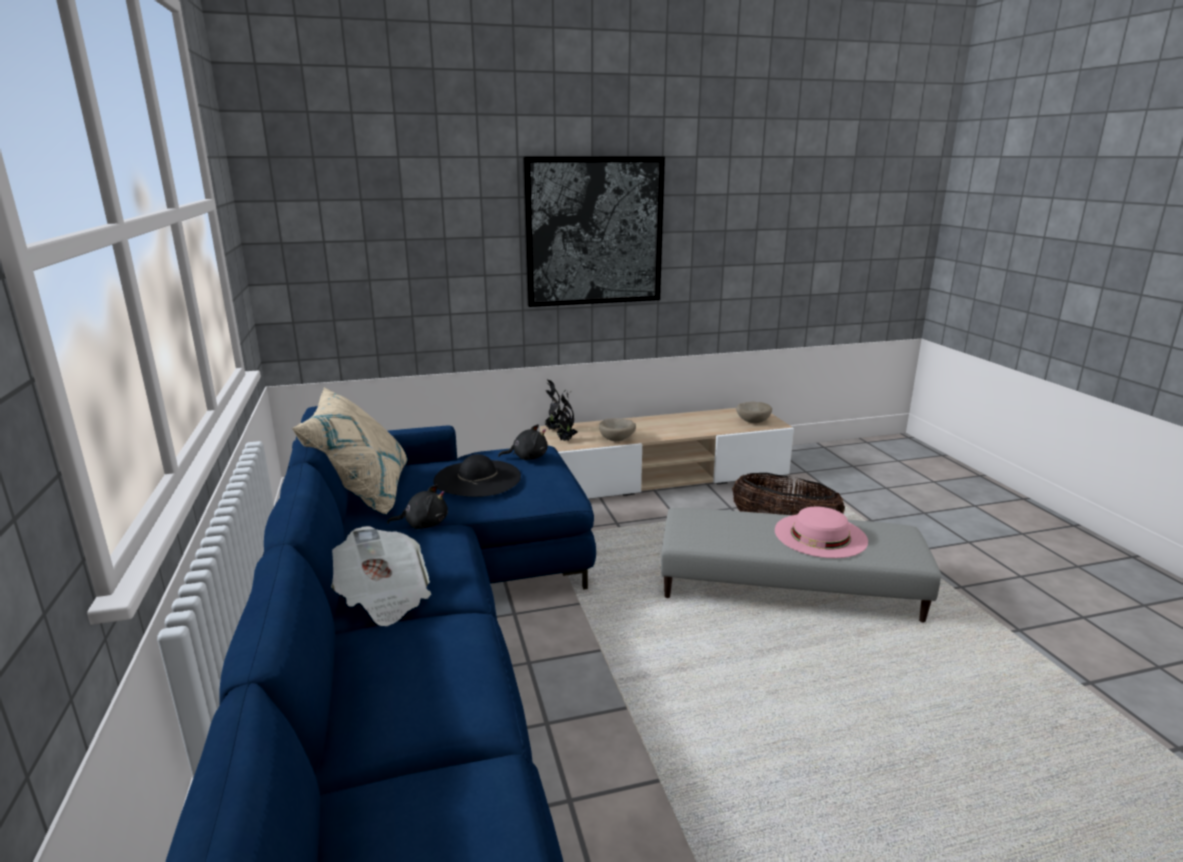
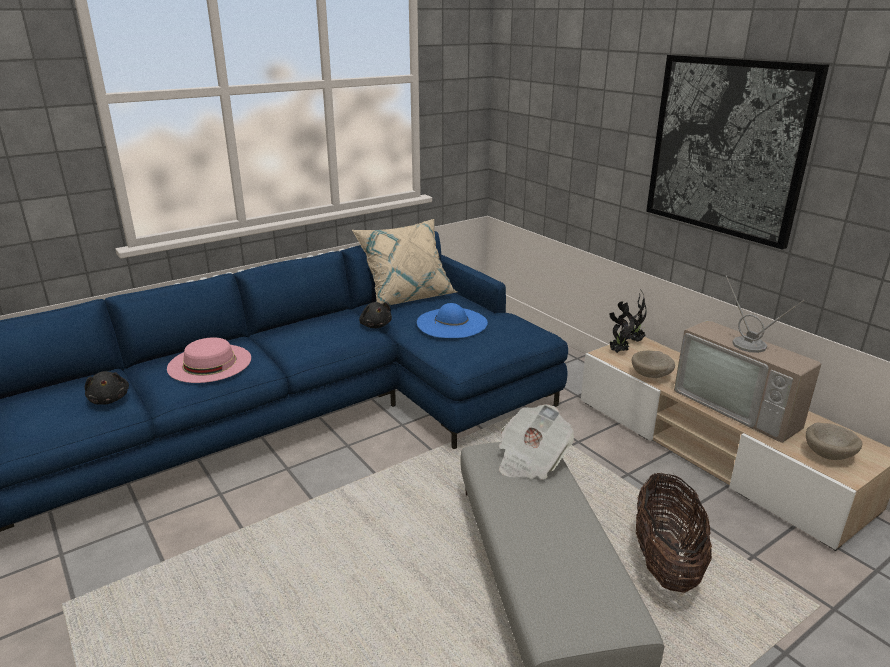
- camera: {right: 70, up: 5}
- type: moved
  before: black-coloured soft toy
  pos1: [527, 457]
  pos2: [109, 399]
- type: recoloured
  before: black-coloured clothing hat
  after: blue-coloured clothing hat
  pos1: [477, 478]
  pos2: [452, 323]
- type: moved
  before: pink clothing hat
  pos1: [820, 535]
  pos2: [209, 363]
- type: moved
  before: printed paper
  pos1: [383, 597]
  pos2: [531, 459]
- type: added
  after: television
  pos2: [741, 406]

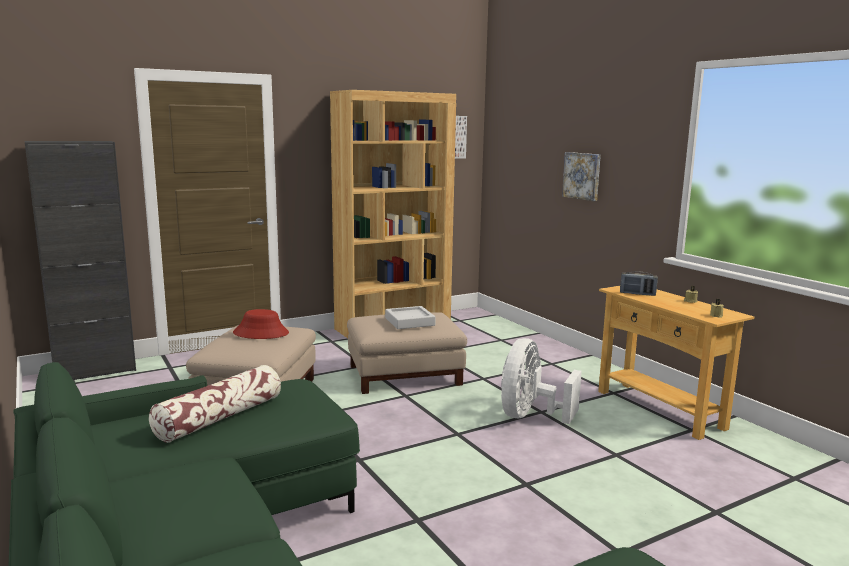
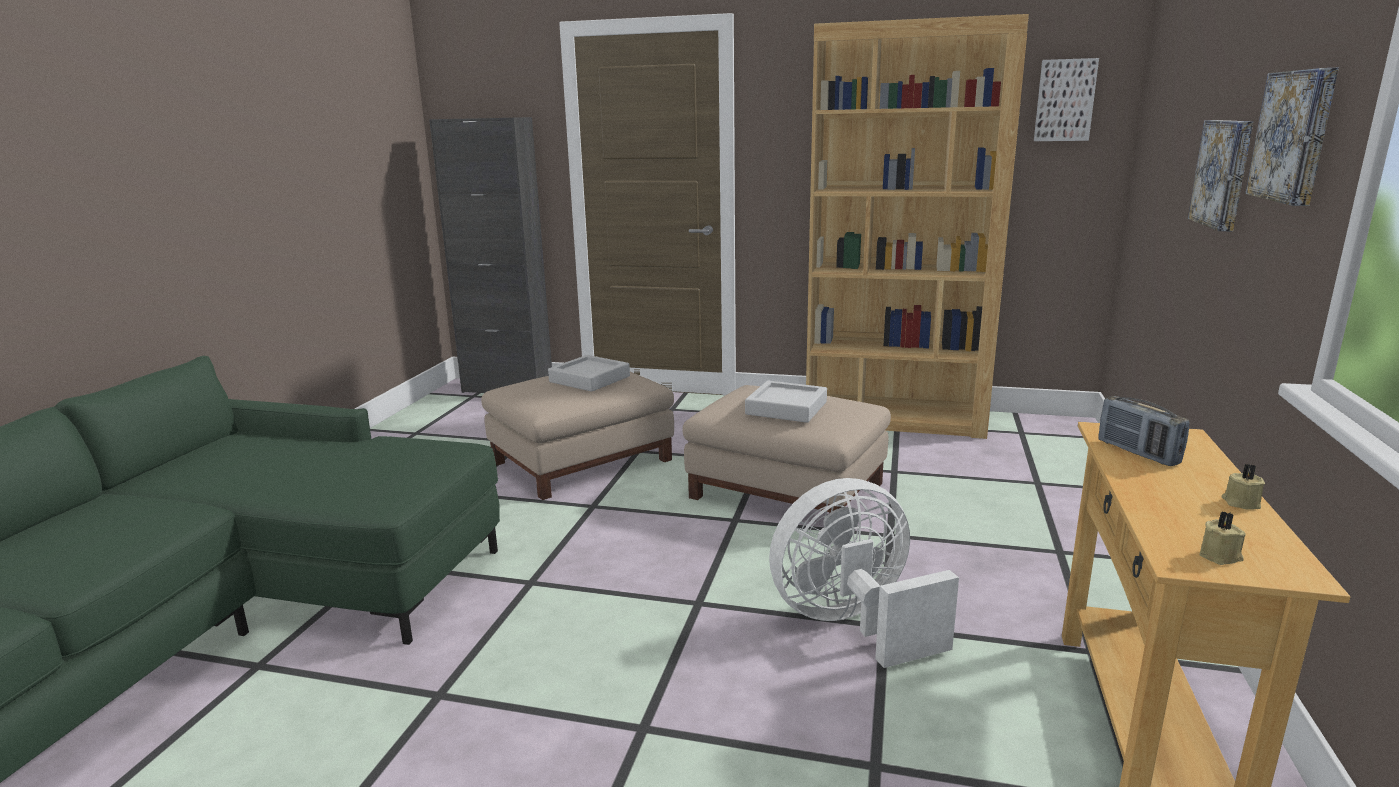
- camera: {right: 45, up: 5}
- type: replaced
  before: reddish clothing hat
  after: gray serving tray
  pos1: [261, 333]
  pos2: [589, 379]
- type: removed
  before: throw pillow
  pos1: [220, 417]
- type: added
  after: wall art
  pos2: [1296, 136]

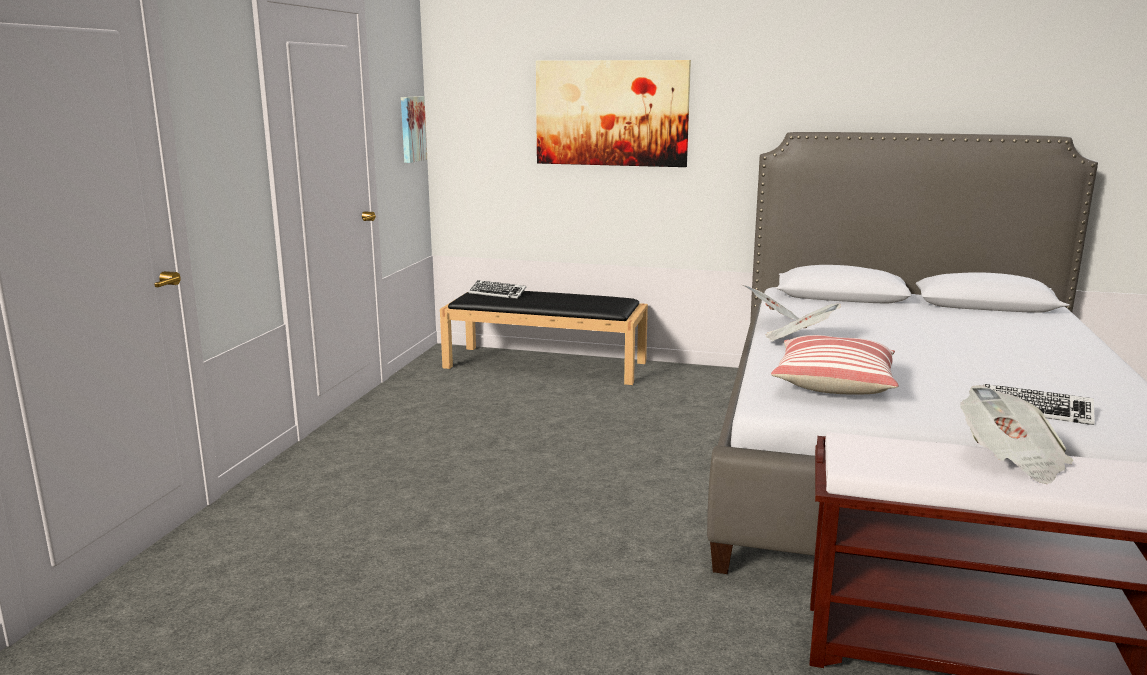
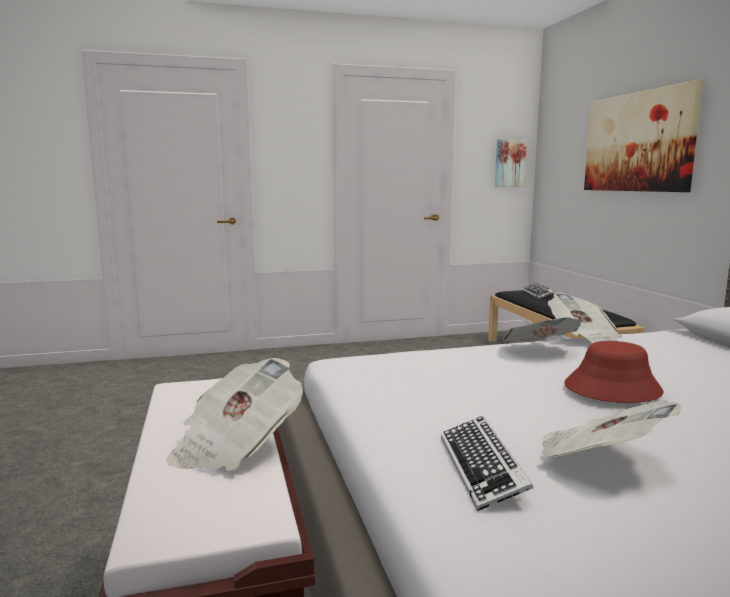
- camera: {right: 60, up: -5}
- type: removed
  before: throw pillow
  pos1: [833, 383]
- type: added
  after: reddish clothing hat
  pos2: [612, 389]
- type: added
  after: printed paper
  pos2: [598, 460]

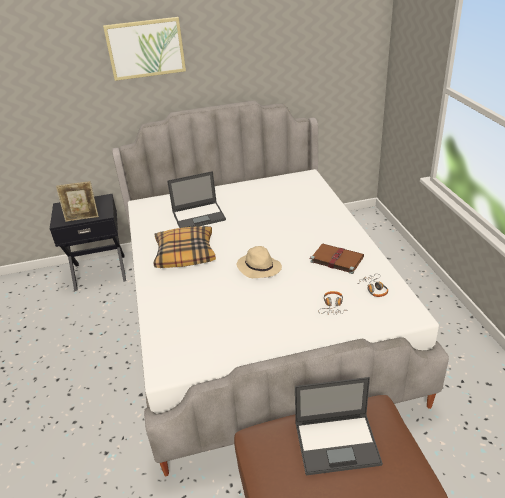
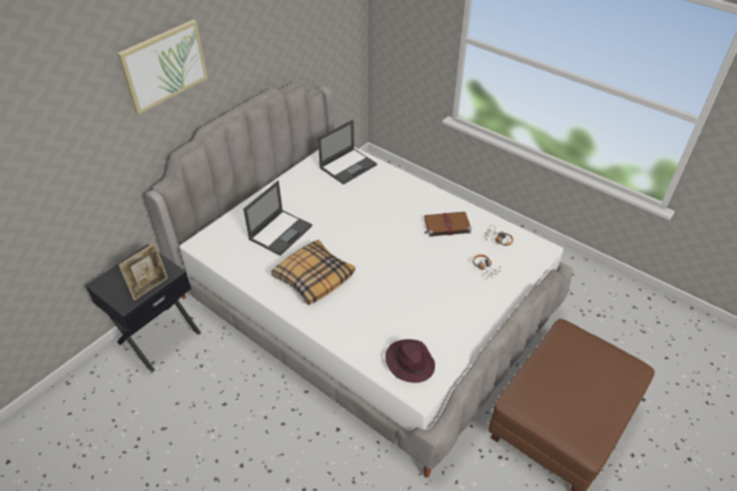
- camera: {right: -40, up: 10}
- type: removed
  before: sand-coloured clothing hat
  pos1: [258, 267]
- type: moved
  before: portable computer
  pos1: [338, 443]
  pos2: [348, 166]
- type: added
  after: purple-coloured clothing hat
  pos2: [409, 362]

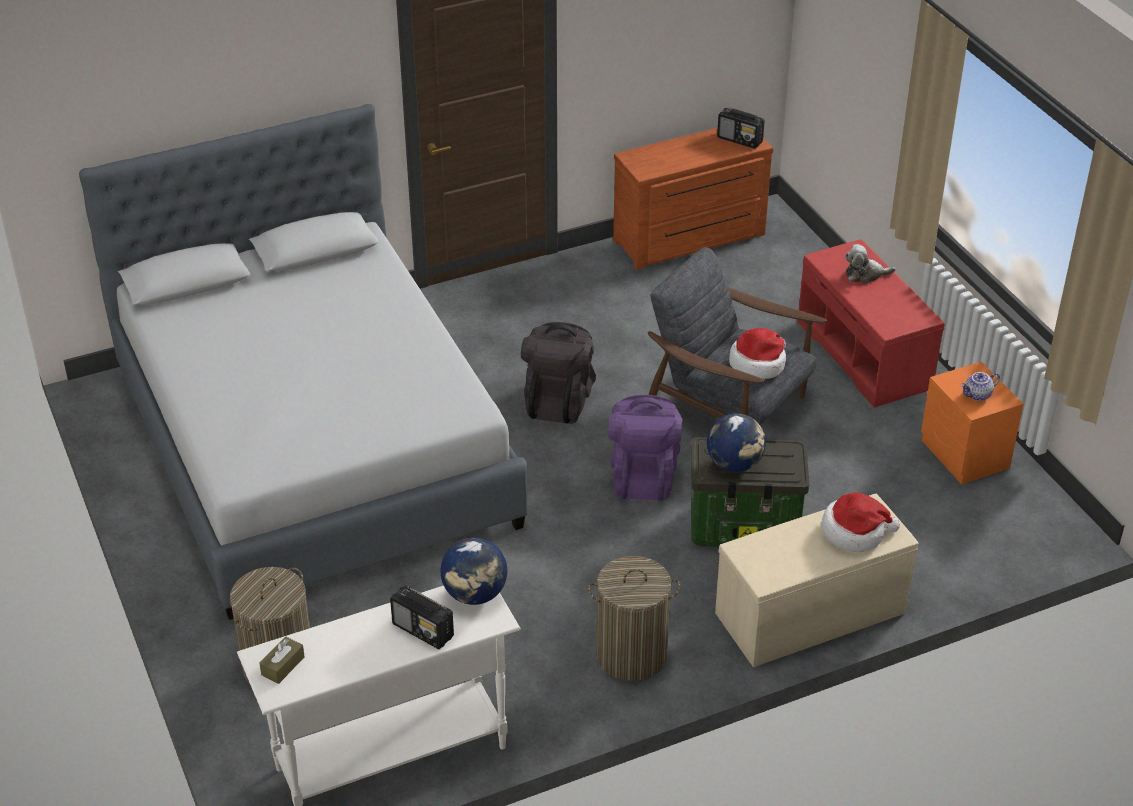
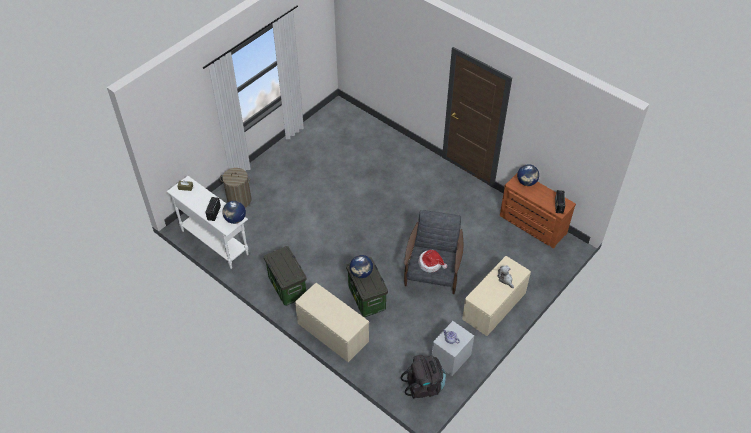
- camera: {right: 65, up: 10}
- type: removed
  before: gray bed
  pos1: [314, 445]
- type: recoloured
  before: reddish long seat
  after: sand-coloured long seat
  pos1: [865, 355]
  pos2: [494, 307]
- type: moved
  before: black-coloured knapsack
  pos1: [558, 401]
  pos2: [424, 386]
- type: recoloured
  before: orangey bedside table
  after: gray bedside table
  pos1: [964, 454]
  pos2: [451, 358]
- type: removed
  before: purple-coloured knapsack
  pos1: [643, 476]
- type: removed
  before: clothing hat
  pos1: [855, 532]
- type: replaced
  before: washing basket
  after: storage container
  pos1: [631, 655]
  pos2: [287, 287]
- type: added
  after: desk globe
  pos2: [526, 182]

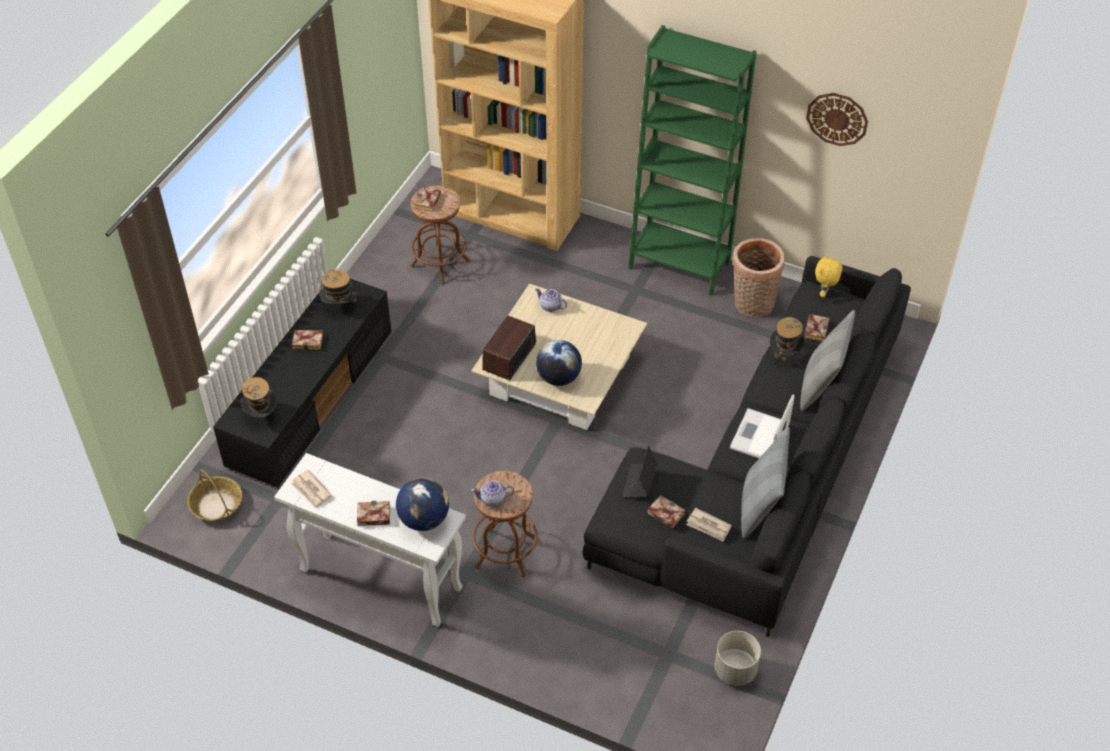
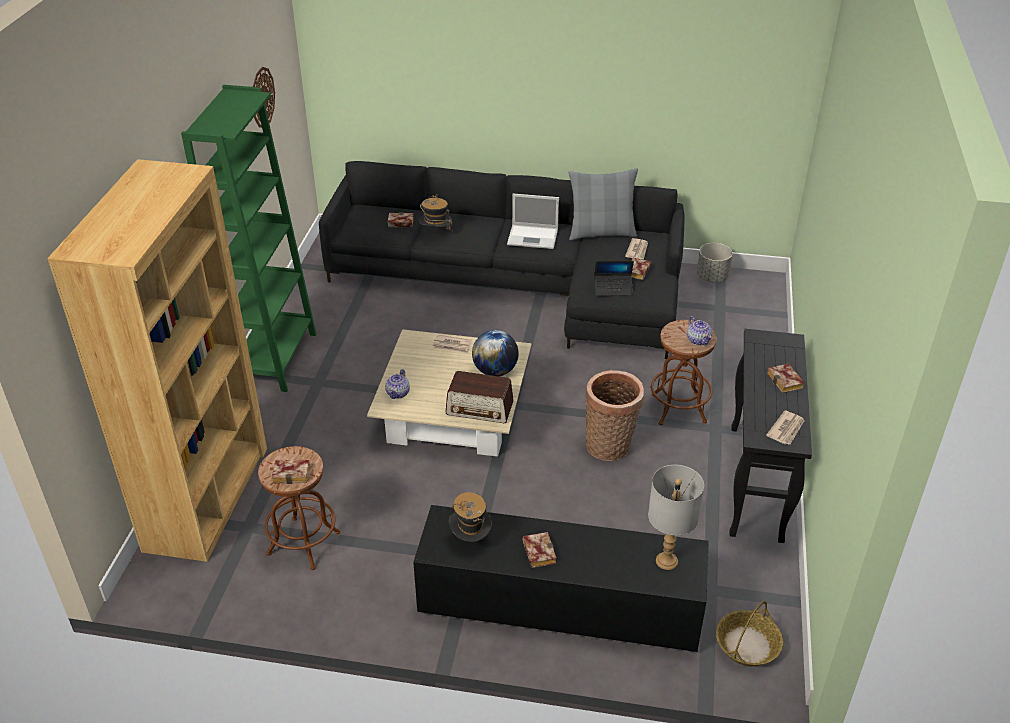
- camera: {right: -105, up: -10}
- type: moved
  before: household basket
  pos1: [752, 305]
  pos2: [610, 447]
- type: removed
  before: yellow soft toy
  pos1: [824, 293]
- type: removed
  before: gray throw pillow
  pos1: [821, 384]
- type: replaced
  before: clothing hat
  after: gray tabletop lamp
  pos1: [261, 415]
  pos2: [667, 561]
- type: recoloured
  before: white hall table
  after: black-coloured hall table
  pos1: [379, 579]
  pos2: [756, 483]
- type: removed
  before: desk globe
  pos1: [424, 519]
- type: added
  after: printed paper
  pos2: [452, 345]

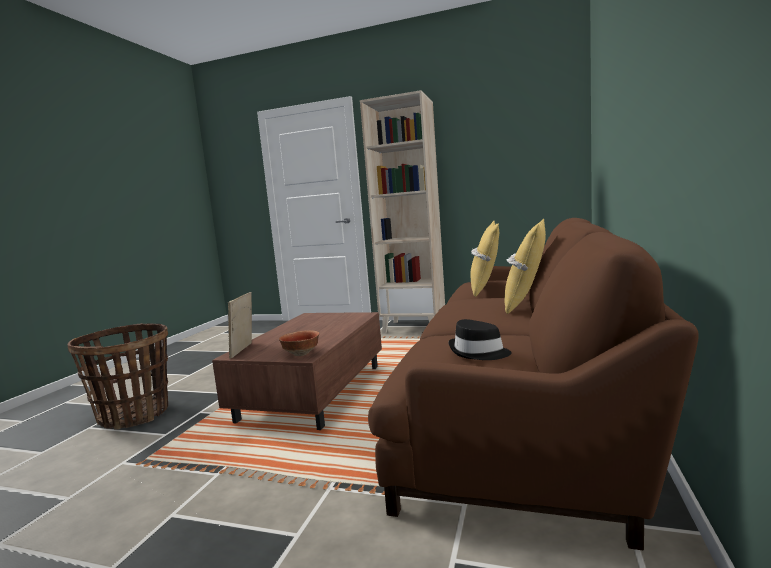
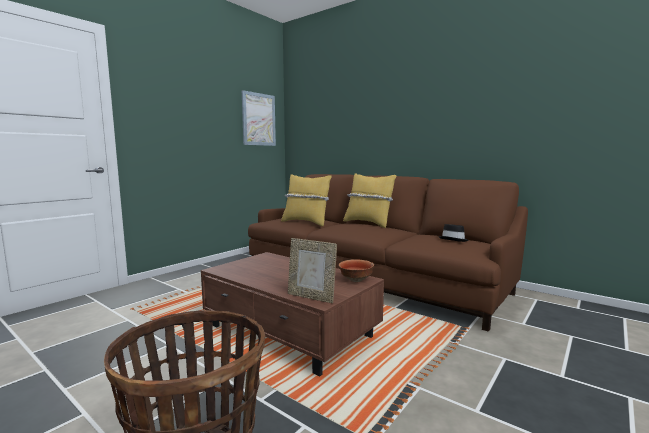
- camera: {right: -70, up: 0}
- type: removed
  before: sand-coloured bookshelf
  pos1: [414, 327]
- type: added
  after: wall art
  pos2: [258, 119]

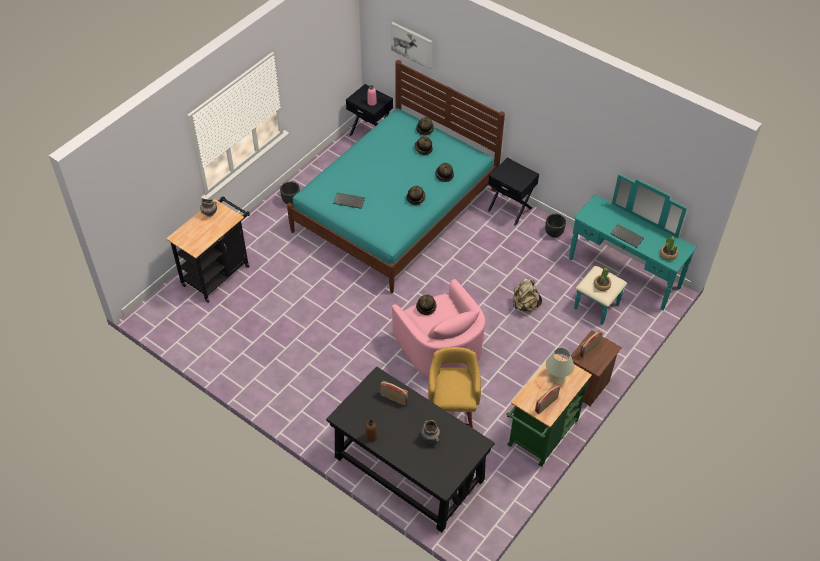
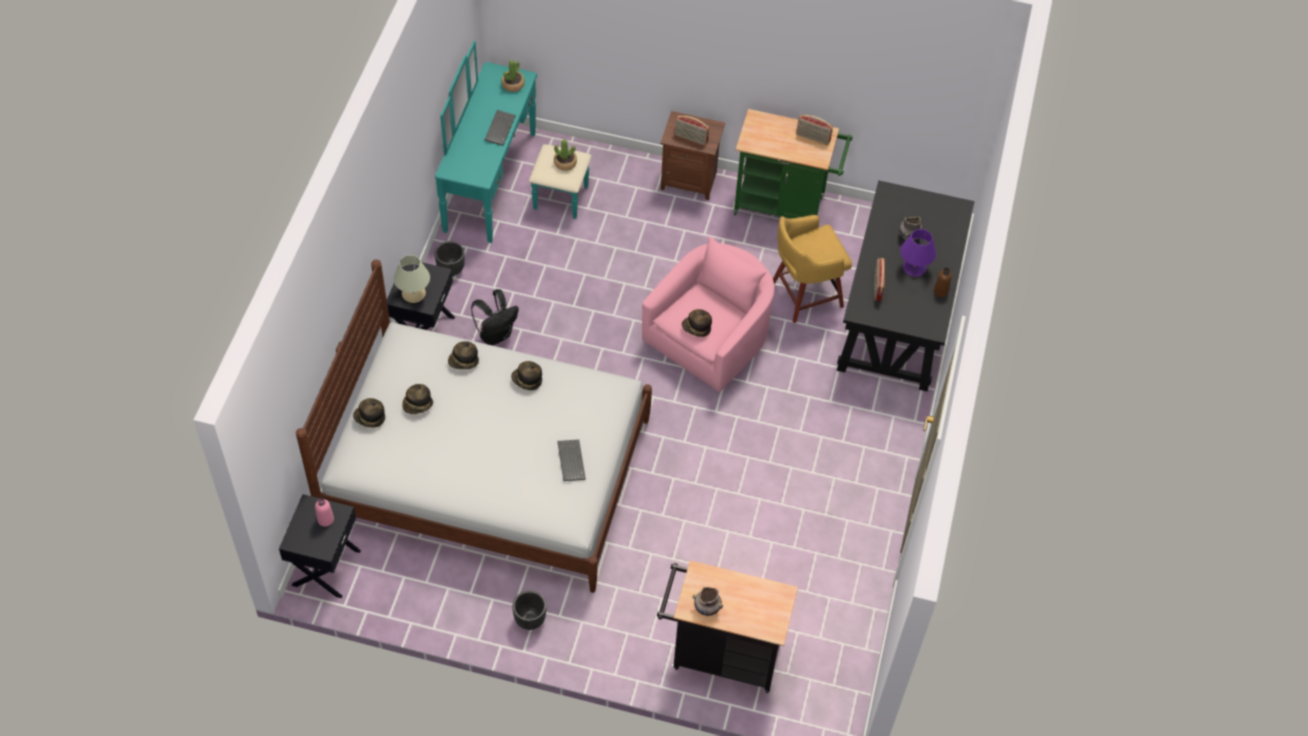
- camera: {right: -115, up: 5}
- type: removed
  before: wall art
  pos1: [412, 44]
- type: recoloured
  before: turquoise bed
  after: white bed
  pos1: [395, 210]
  pos2: [488, 471]
- type: removed
  before: sand-coloured knapsack
  pos1: [524, 305]
- type: moved
  before: sand-coloured tabletop lamp
  pos1: [557, 377]
  pos2: [414, 294]
- type: added
  after: purple-coloured tabletop lamp
  pos2: [914, 267]
- type: added
  after: black-coloured knapsack
  pos2: [496, 334]

